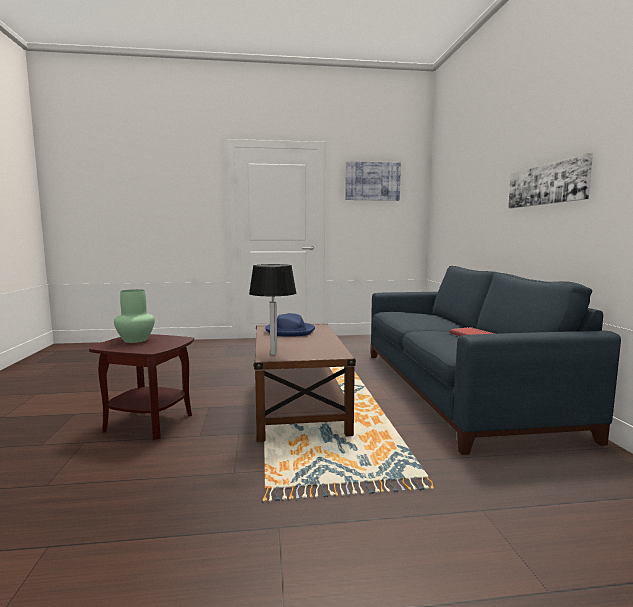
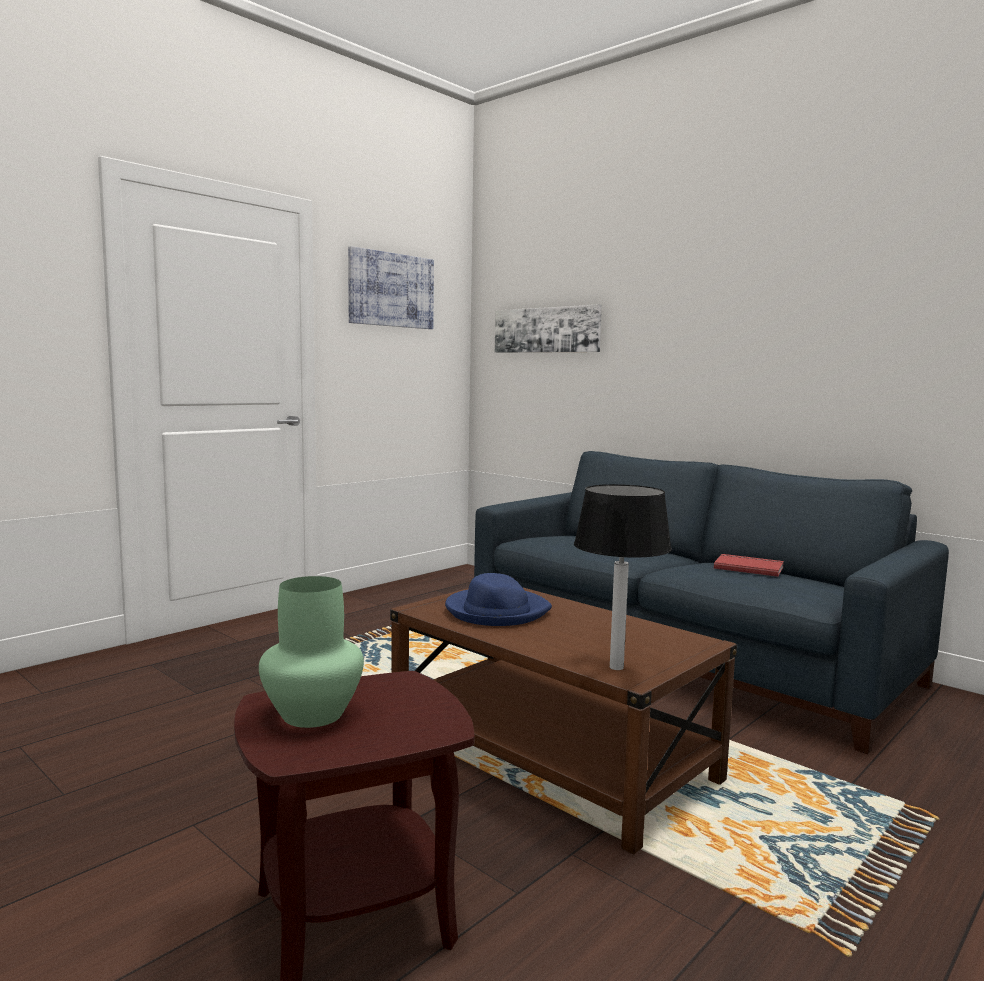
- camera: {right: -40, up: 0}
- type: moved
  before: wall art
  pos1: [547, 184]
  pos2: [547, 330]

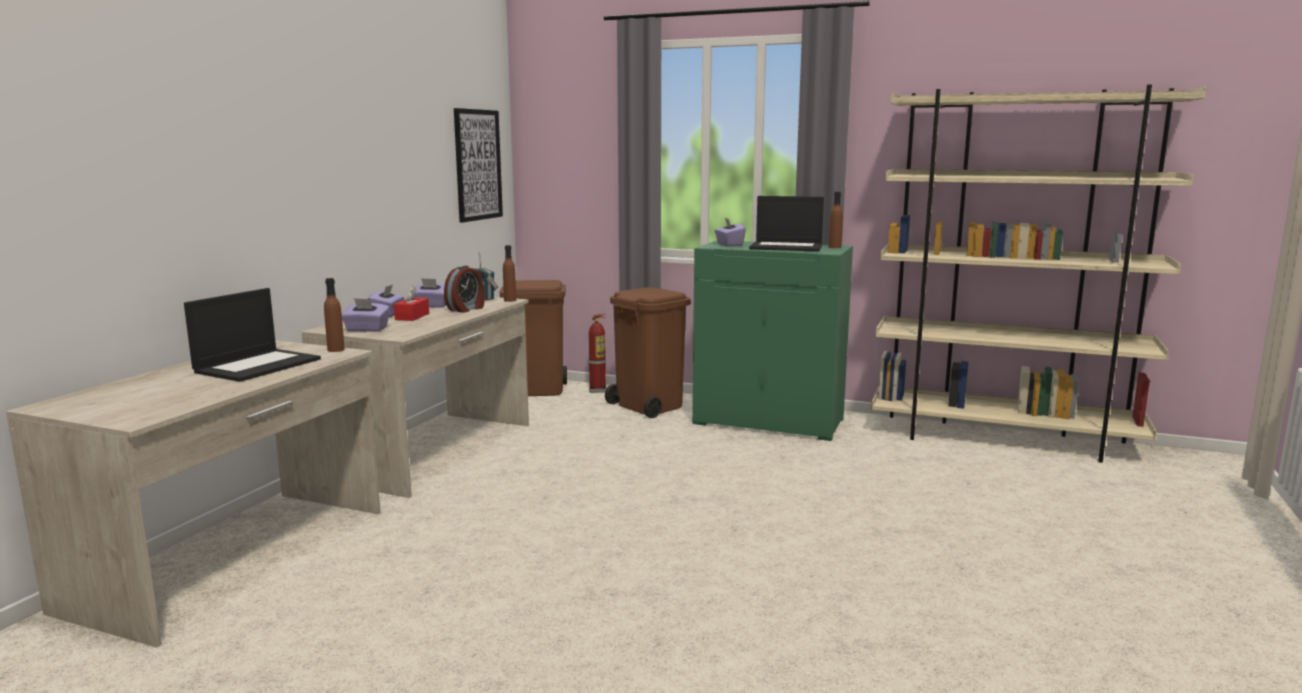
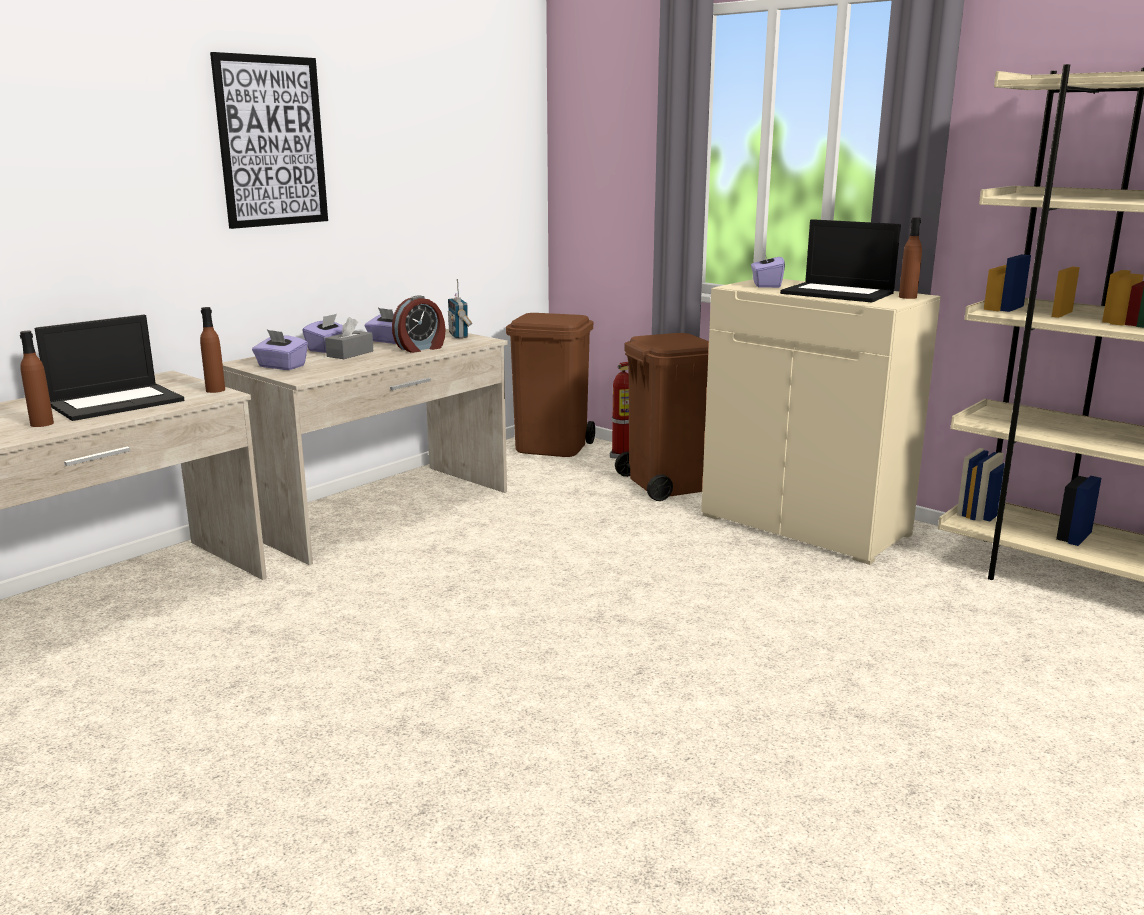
- camera: {right: 20, up: 5}
- type: moved
  before: wall art
  pos1: [478, 165]
  pos2: [271, 142]
- type: recoloured
  before: green-coloured cabinet
  after: sand-coloured cabinet
  pos1: [769, 421]
  pos2: [806, 525]
- type: moved
  before: brown bottle
  pos1: [510, 300]
  pos2: [42, 424]
- type: recoloured
  before: reddish box of tissues
  after: gray box of tissues
  pos1: [412, 317]
  pos2: [350, 354]

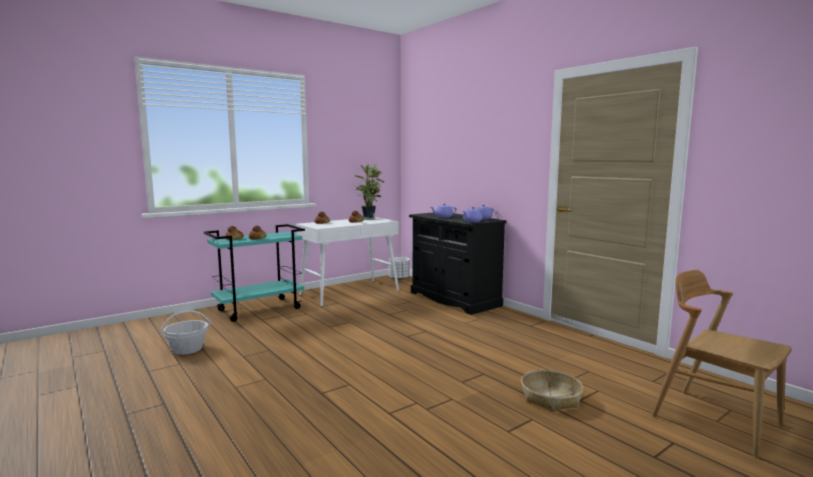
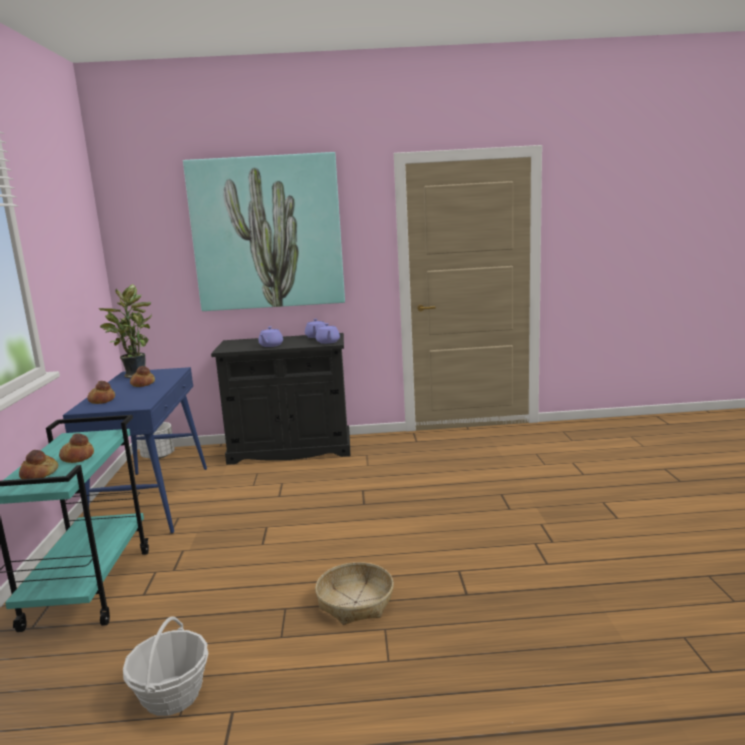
- camera: {right: -55, up: 5}
- type: recoloured
  before: white hall table
  after: blue-coloured hall table
  pos1: [350, 293]
  pos2: [152, 500]
- type: removed
  before: brown upright chair
  pos1: [715, 420]
- type: moved
  before: household basket
  pos1: [551, 398]
  pos2: [355, 602]
- type: added
  after: wall art
  pos2: [267, 233]

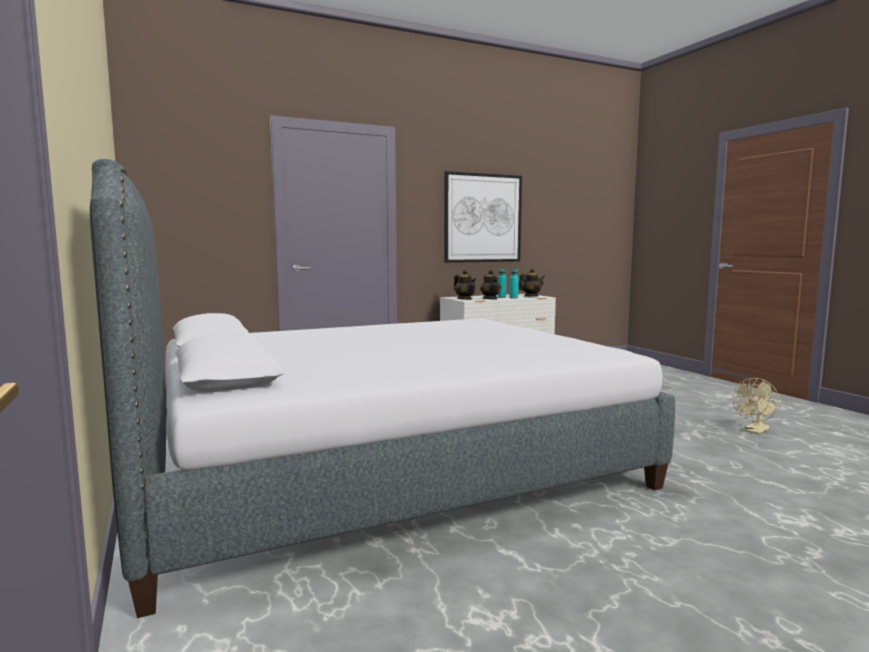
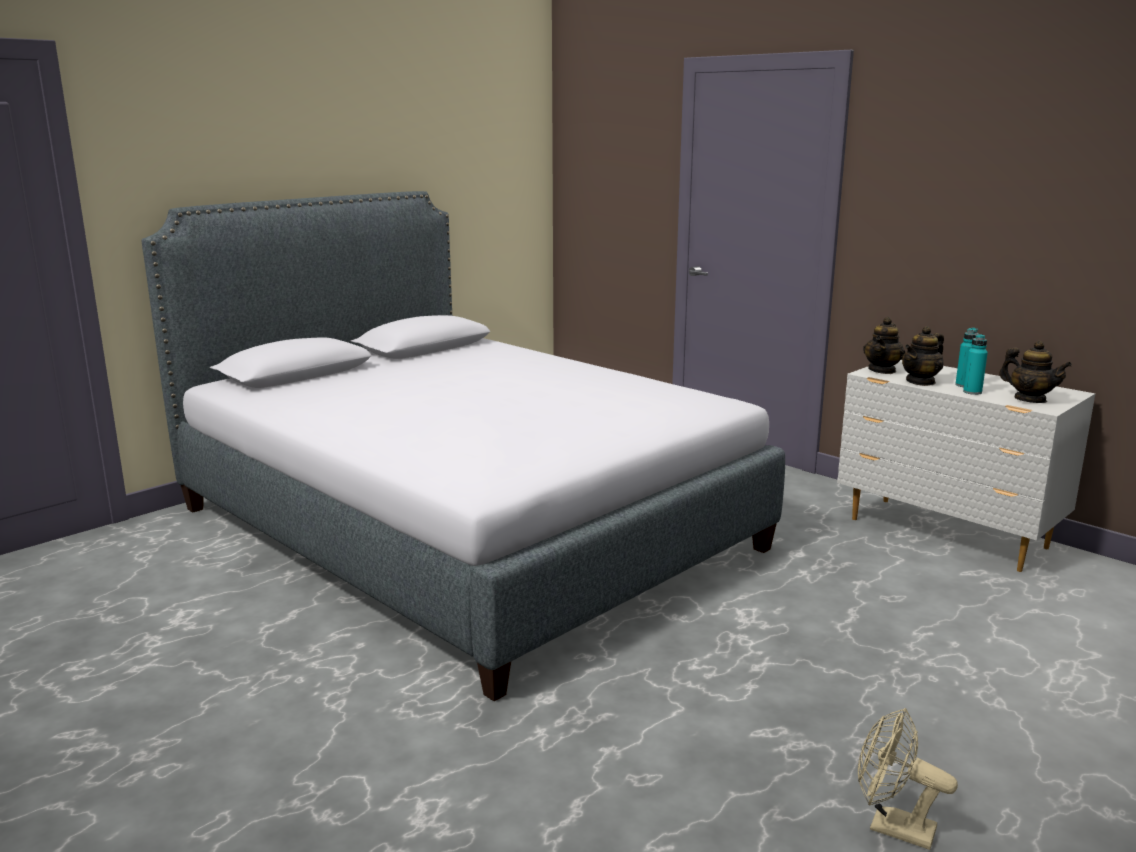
- camera: {right: 70, up: 10}
- type: removed
  before: wall art
  pos1: [482, 218]

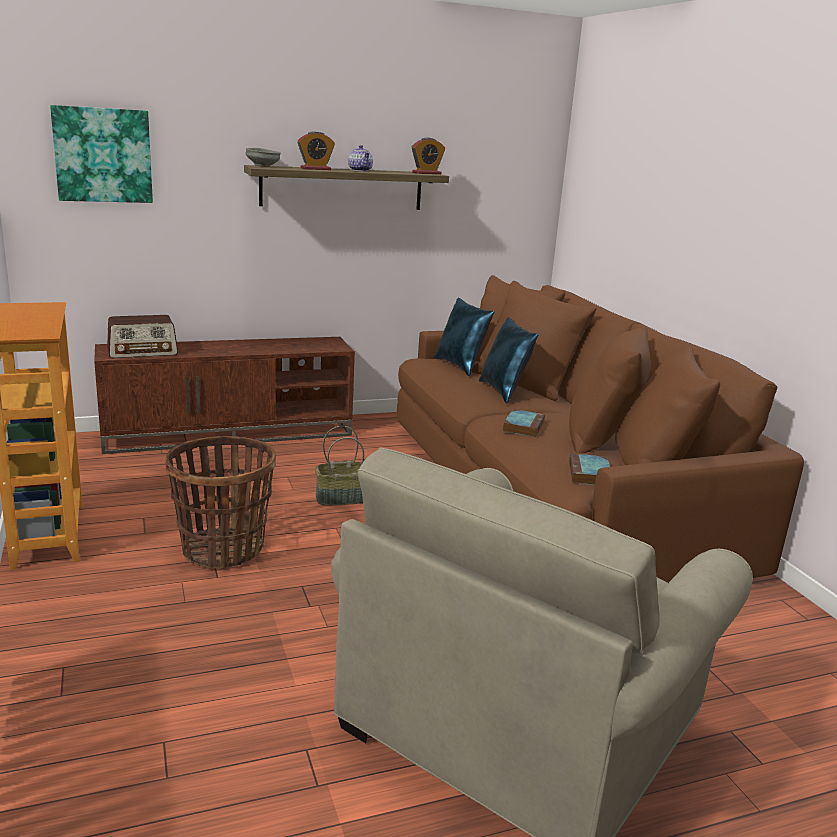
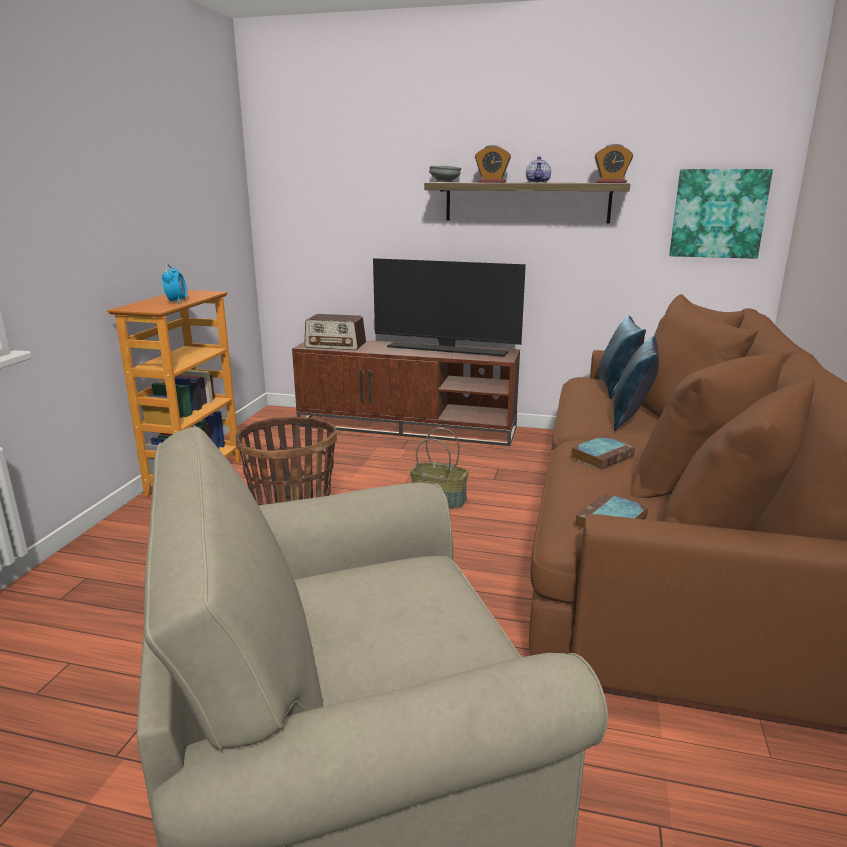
- camera: {right: 35, up: 0}
- type: moved
  before: wall art
  pos1: [103, 155]
  pos2: [718, 213]
- type: added
  after: television
  pos2: [447, 350]
- type: added
  after: table clock
  pos2: [177, 301]

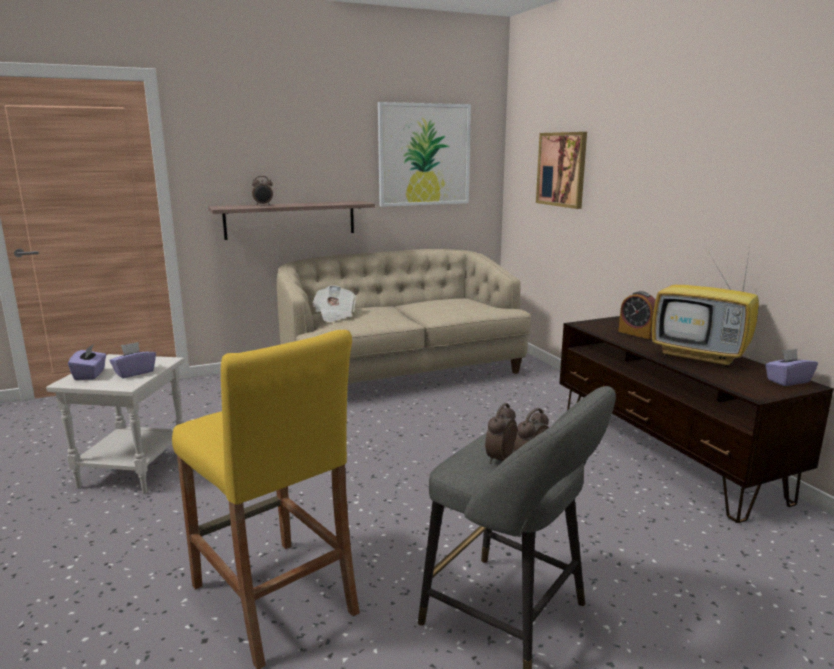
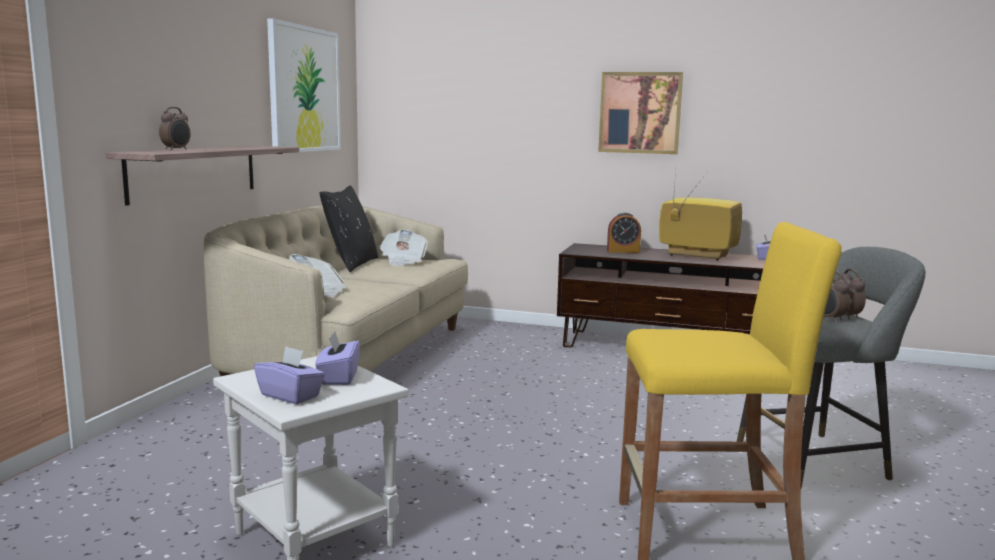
- camera: {right: -50, up: -5}
- type: moved
  before: wall art
  pos1: [562, 169]
  pos2: [640, 113]
- type: turned
  before: television
  pos1: [701, 356]
  pos2: [695, 256]
  turn: -135
- type: added
  after: black-coloured throw pillow
  pos2: [351, 264]
- type: added
  after: printed paper
  pos2: [403, 261]

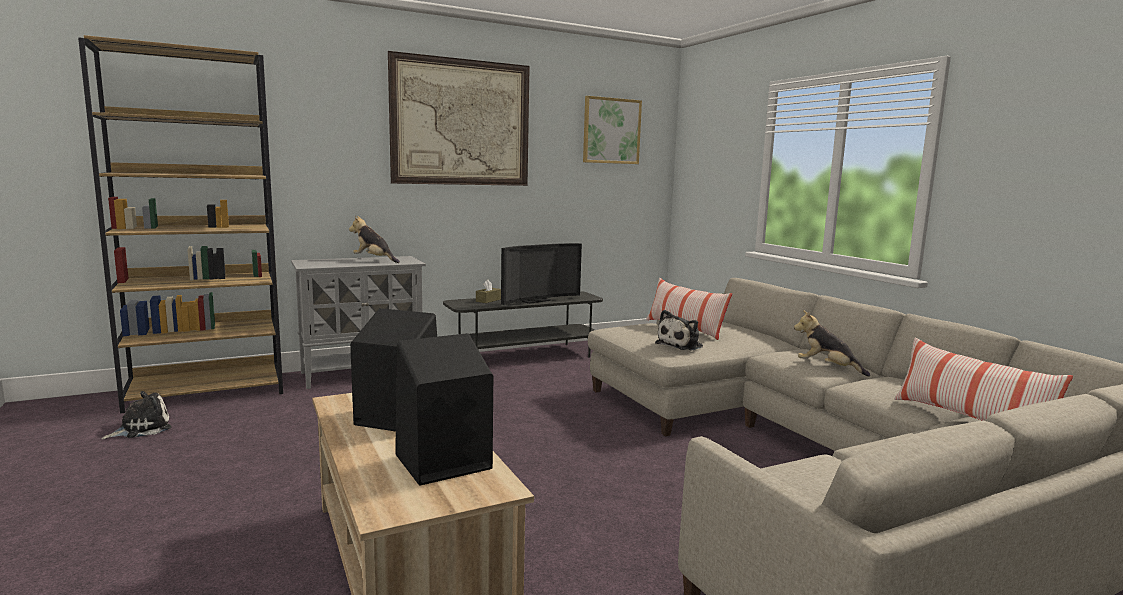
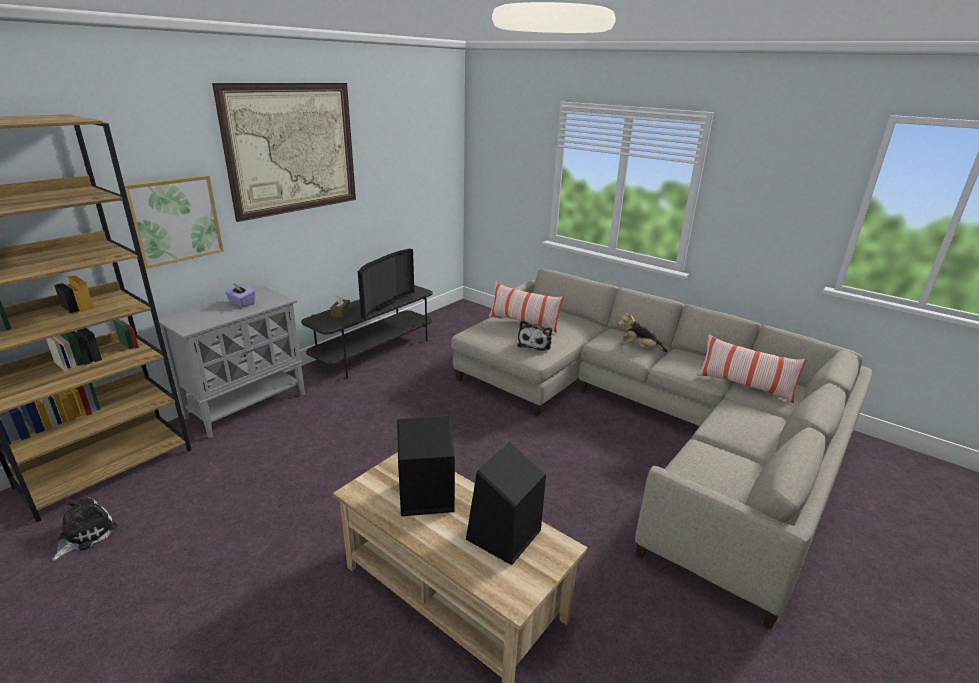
- camera: {right: -25, up: 15}
- type: moved
  before: wall art
  pos1: [611, 131]
  pos2: [175, 220]
- type: replaced
  before: soft toy
  after: purple-coloured box of tissues
  pos1: [374, 260]
  pos2: [241, 303]

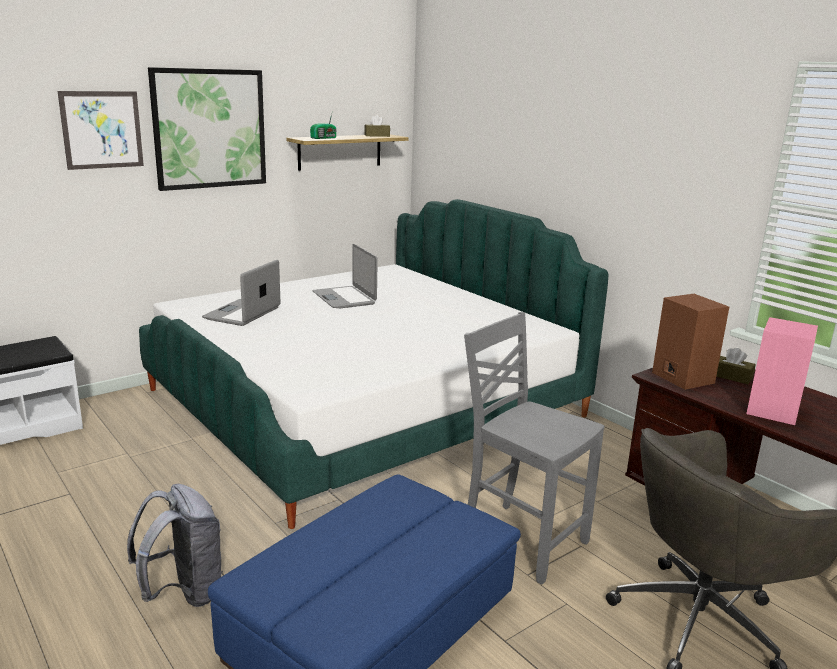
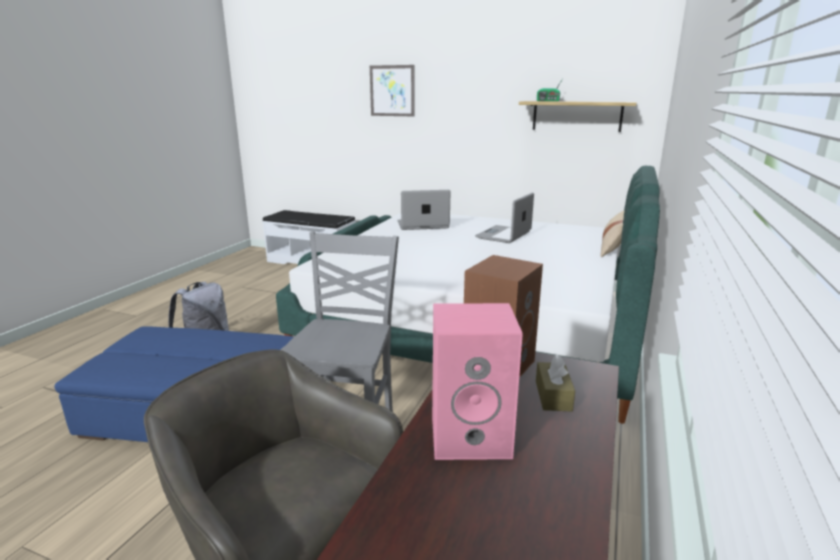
- camera: {right: 60, up: 0}
- type: removed
  before: wall art
  pos1: [209, 129]
- type: removed
  before: brown box of tissues
  pos1: [377, 135]
- type: added
  after: sand-coloured throw pillow
  pos2: [613, 247]

